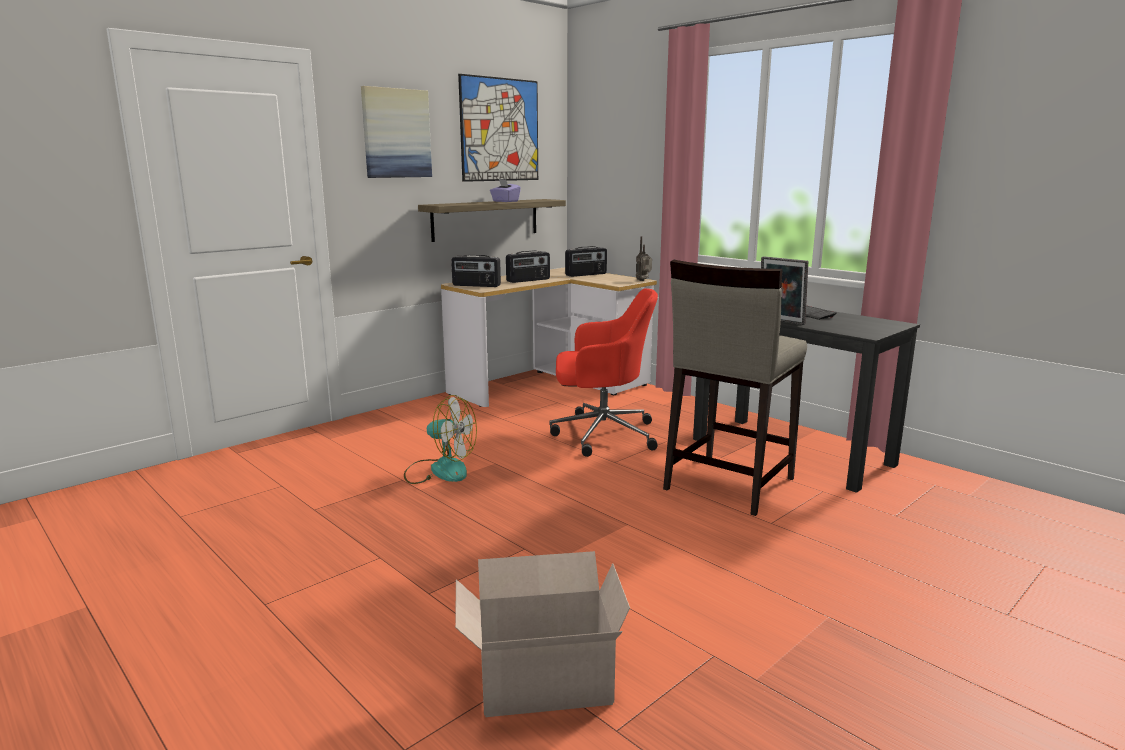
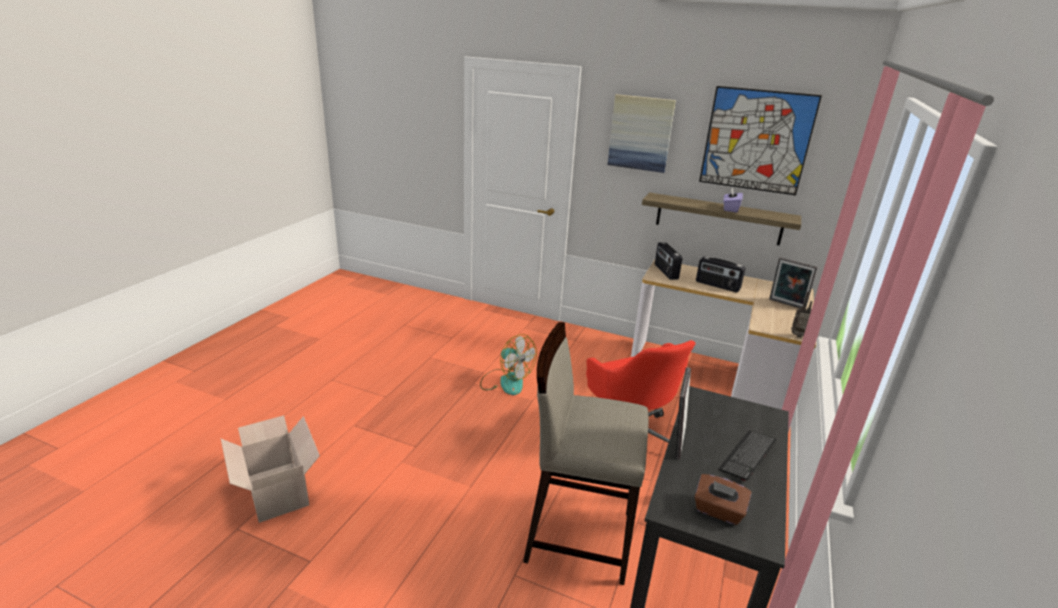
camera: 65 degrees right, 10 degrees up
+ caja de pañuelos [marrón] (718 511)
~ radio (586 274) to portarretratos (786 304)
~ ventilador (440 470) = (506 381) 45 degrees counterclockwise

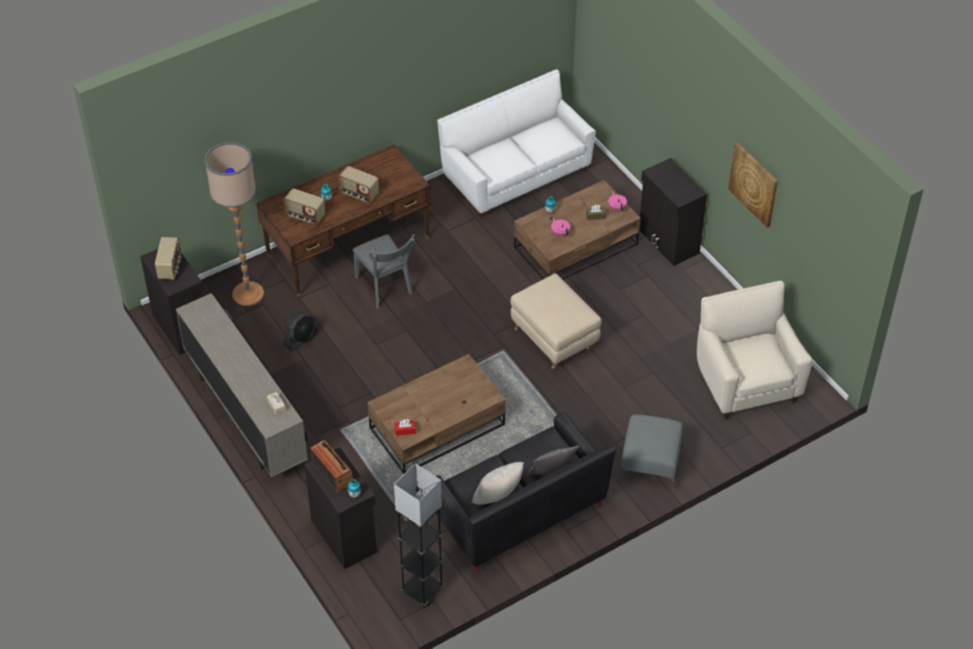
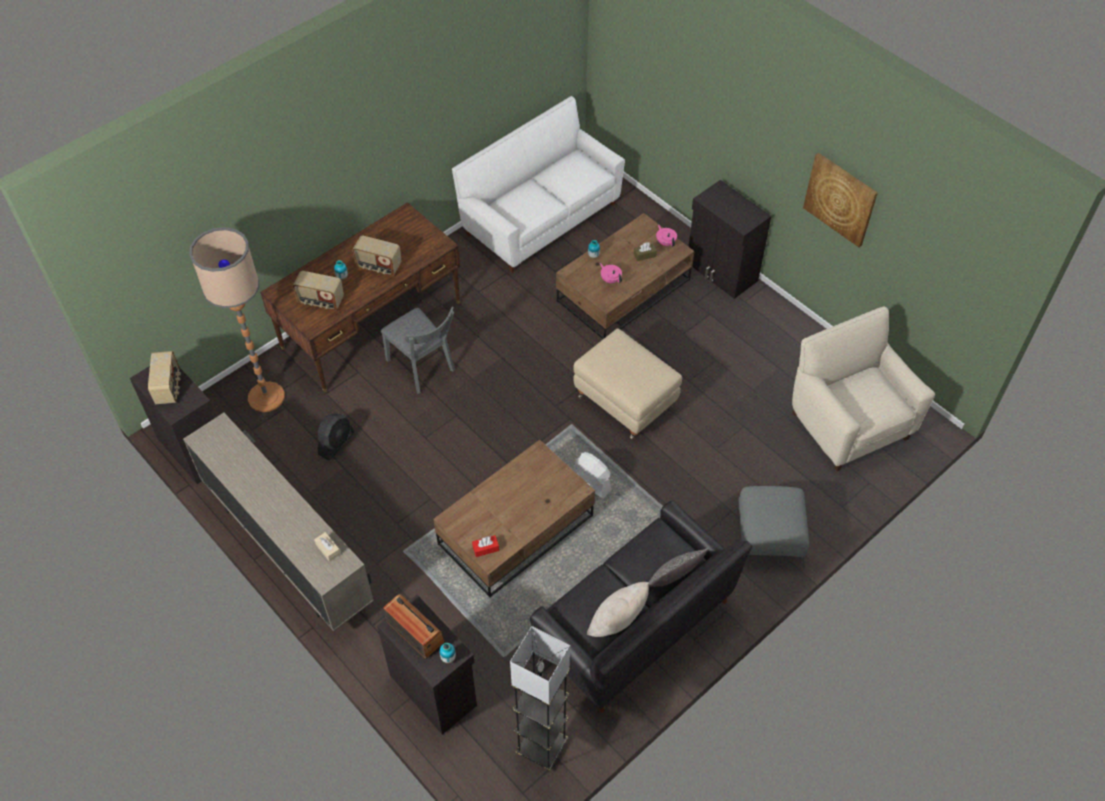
camera: 10 degrees left, 5 degrees up
+ ventilador [blanco] (590 482)

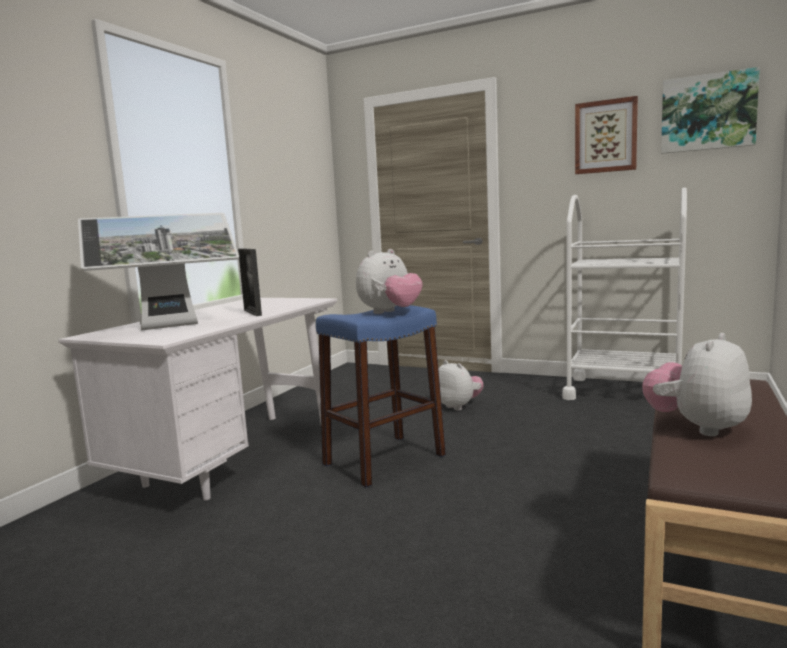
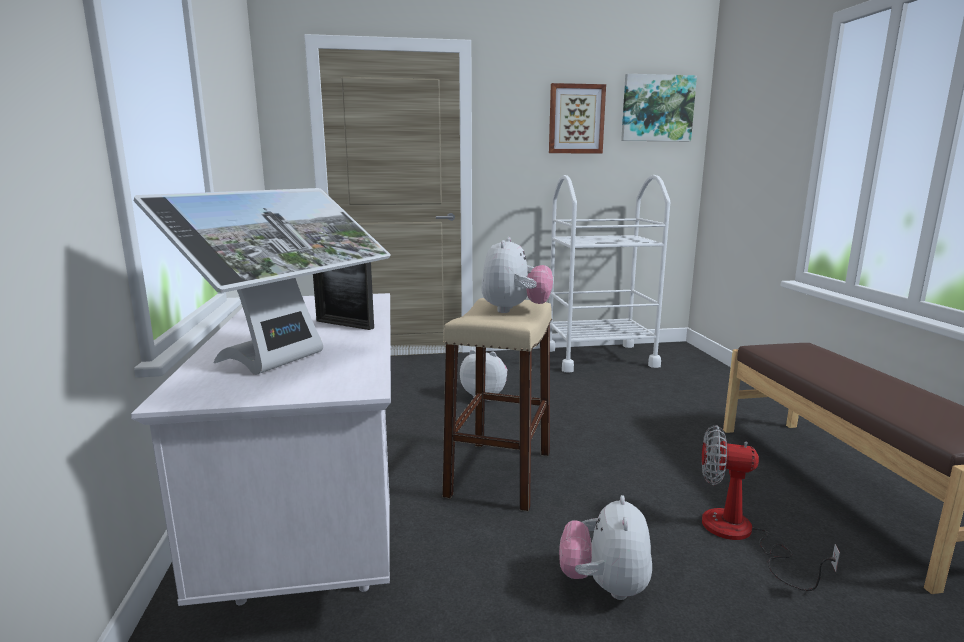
camera: 35 degrees left, 5 degrees up
+ ventilador (740 536)
~ peluche (697 427) to (604 586)
~ taburete [azul] (384 460) to taburete [beis] (499 474)

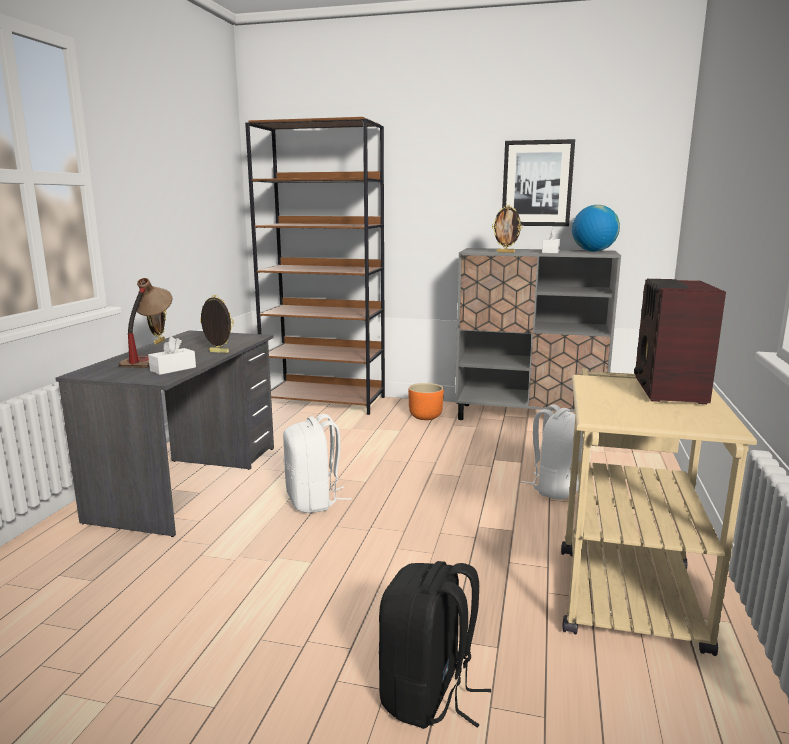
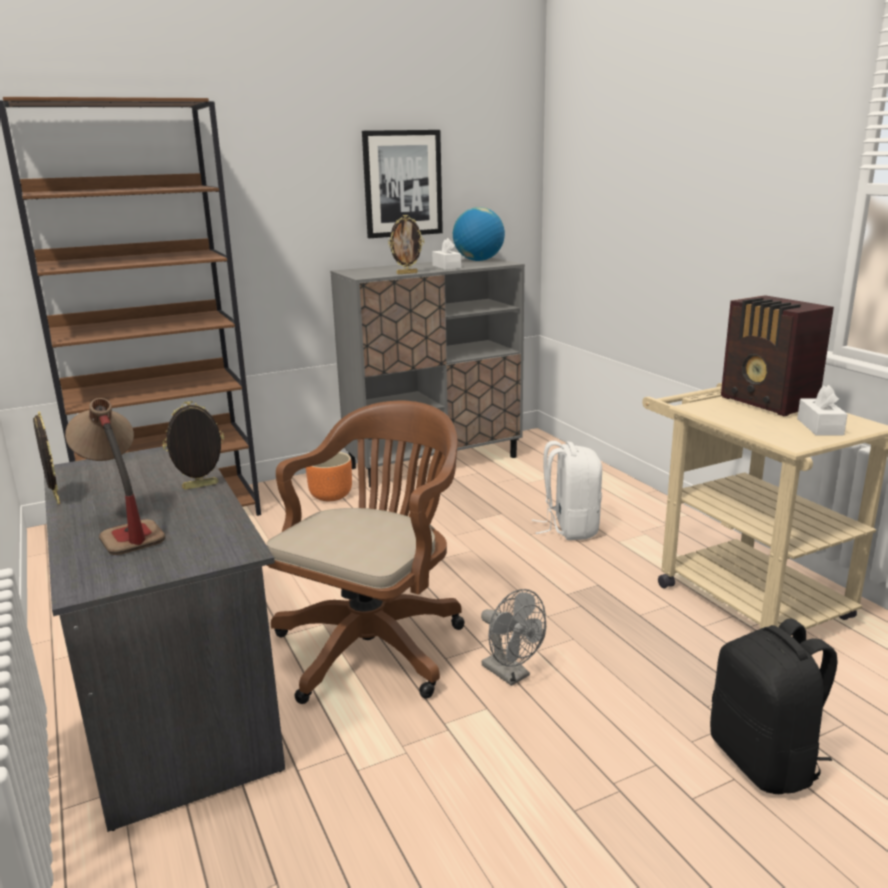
camera: 40 degrees left, 5 degrees up
+ ventilador [gris] (511 674)
~ caja de pañuelos [blanco] (173 369) to (819 427)
~ mochila [blanco] (314 501) to silla de oficina [marrón] (375 643)

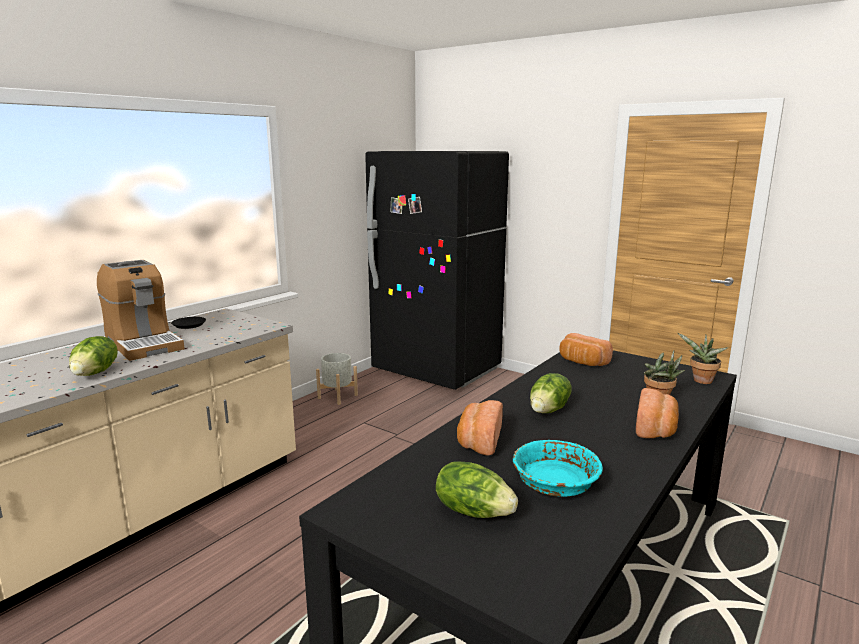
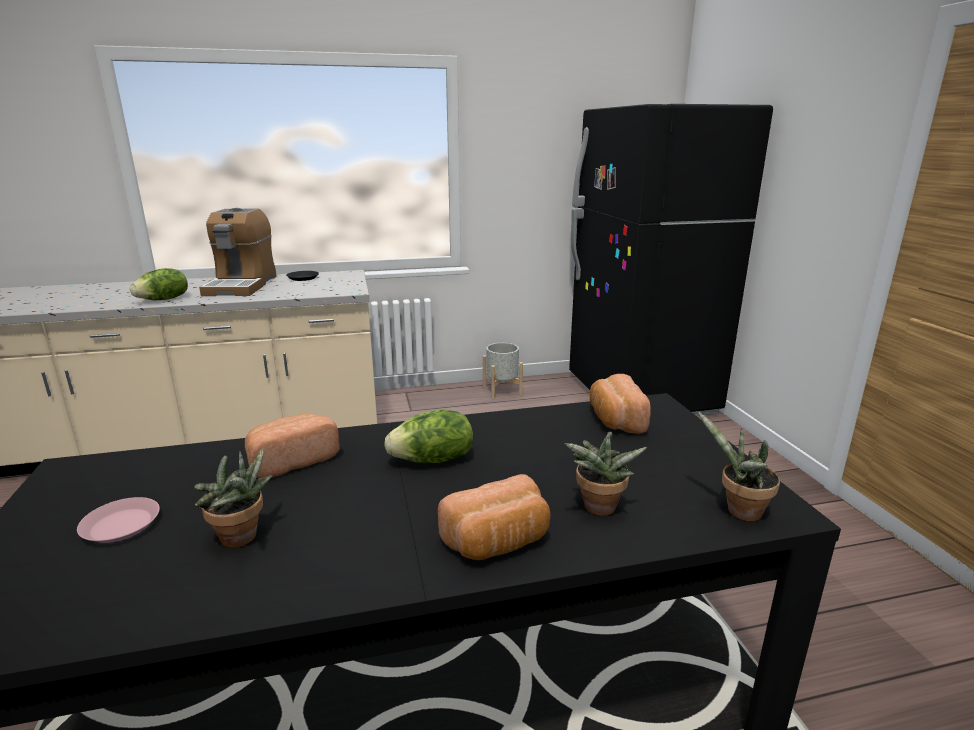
camera: 40 degrees right, 5 degrees up
~ lechuga (473 511) to plato [rosa] (121 525)
~ cuenco [turquesa] (554 482) to planta en maceta (242 539)

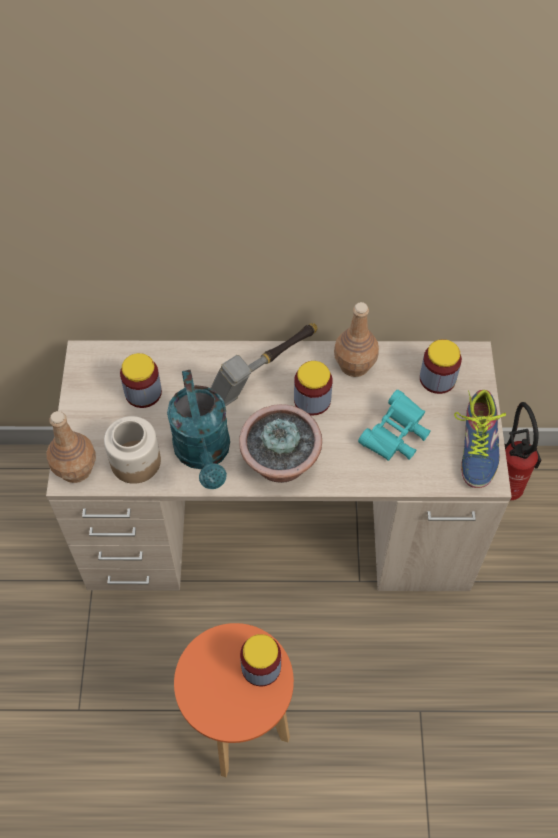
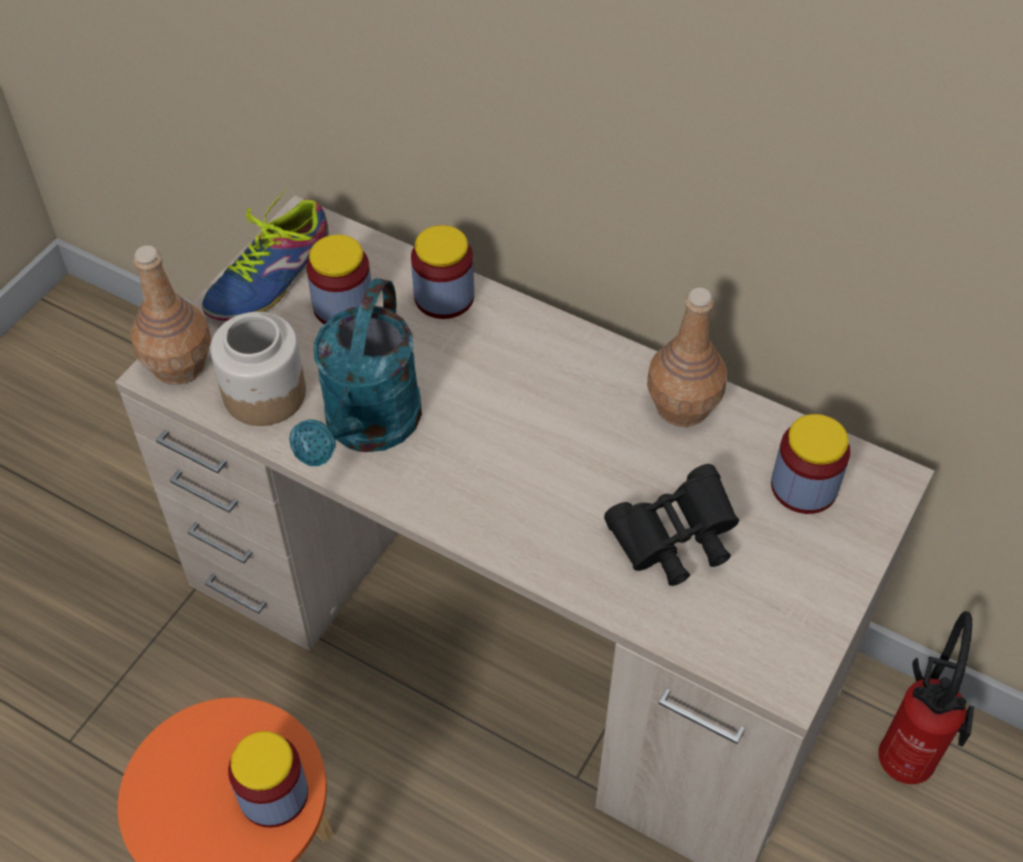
camera: 30 degrees right, 5 degrees down
- martillo (264 374)
- planta en maceta (280 465)
~ tarro (312 400) to (444 297)
~ zapato (478 446) to (271 278)
~ prismáticos [turquesa] (395 436) to prismáticos [negro] (674 541)

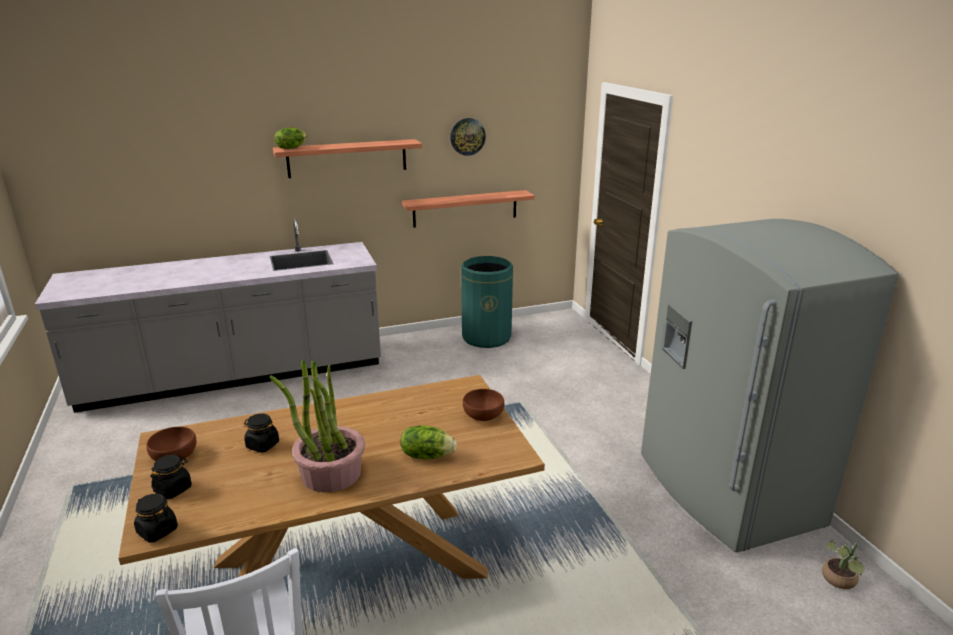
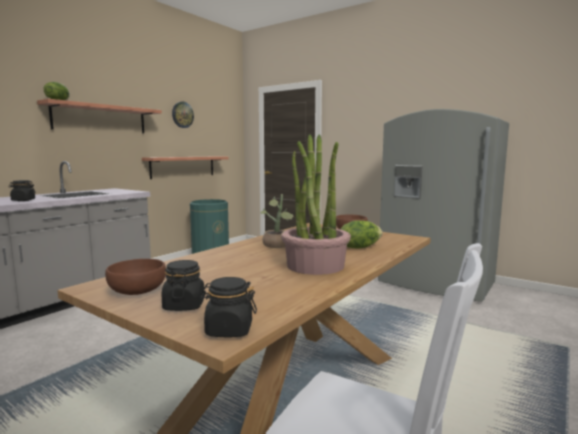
camera: 35 degrees left, 15 degrees down
~ tarro [negro] (262 445) to (23 200)
~ planta en maceta (839 582) to (278 246)

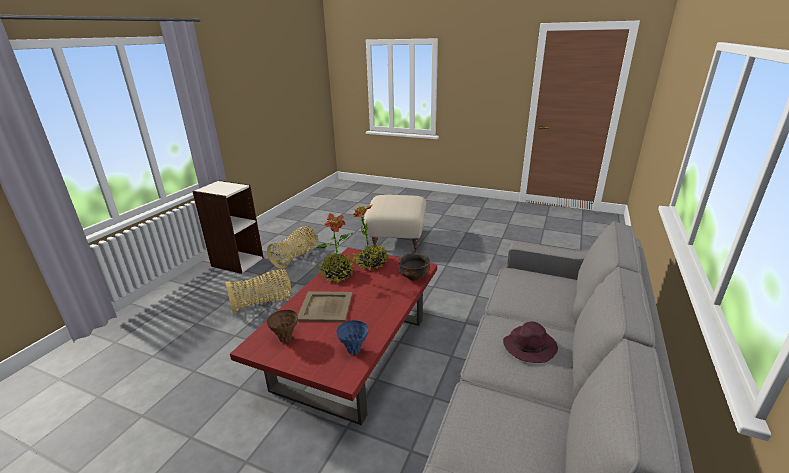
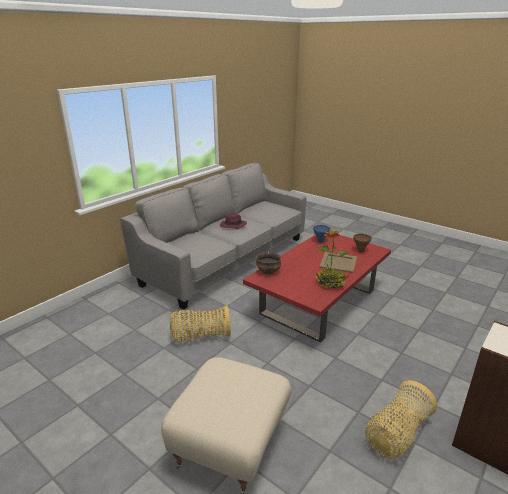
camera: 165 degrees left, 0 degrees up
- planta en maceta (371 263)
~ cesta (262 302) to (200 336)

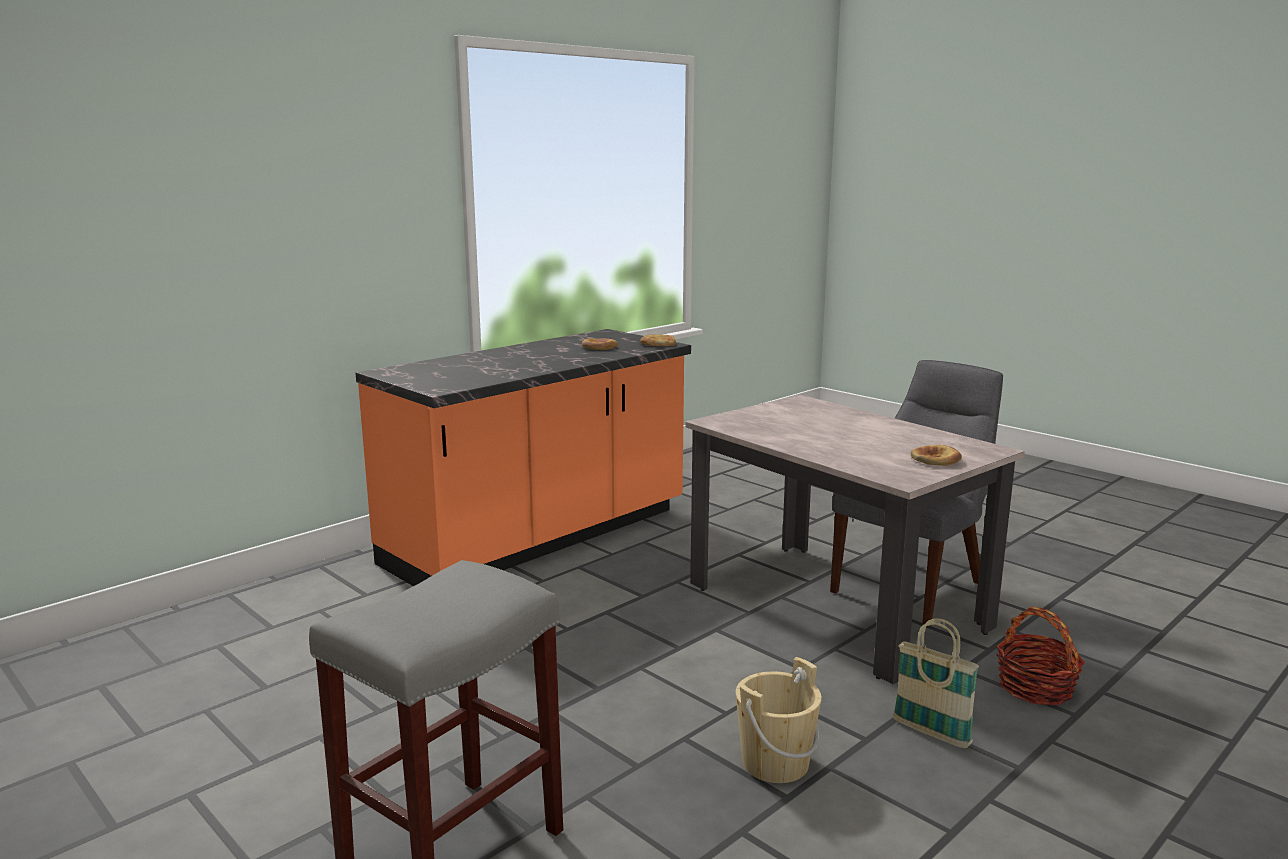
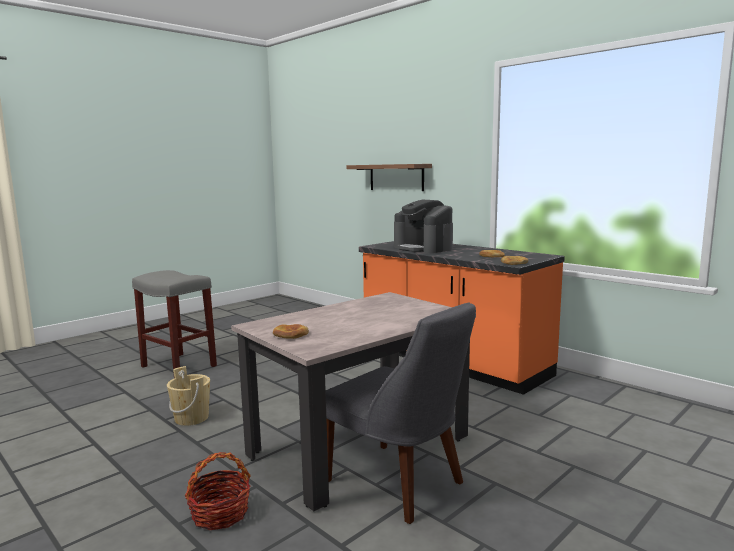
camera: 90 degrees right, 5 degrees down
- cesta (931 733)
+ estante (396 177)
+ cafetera (423 248)

